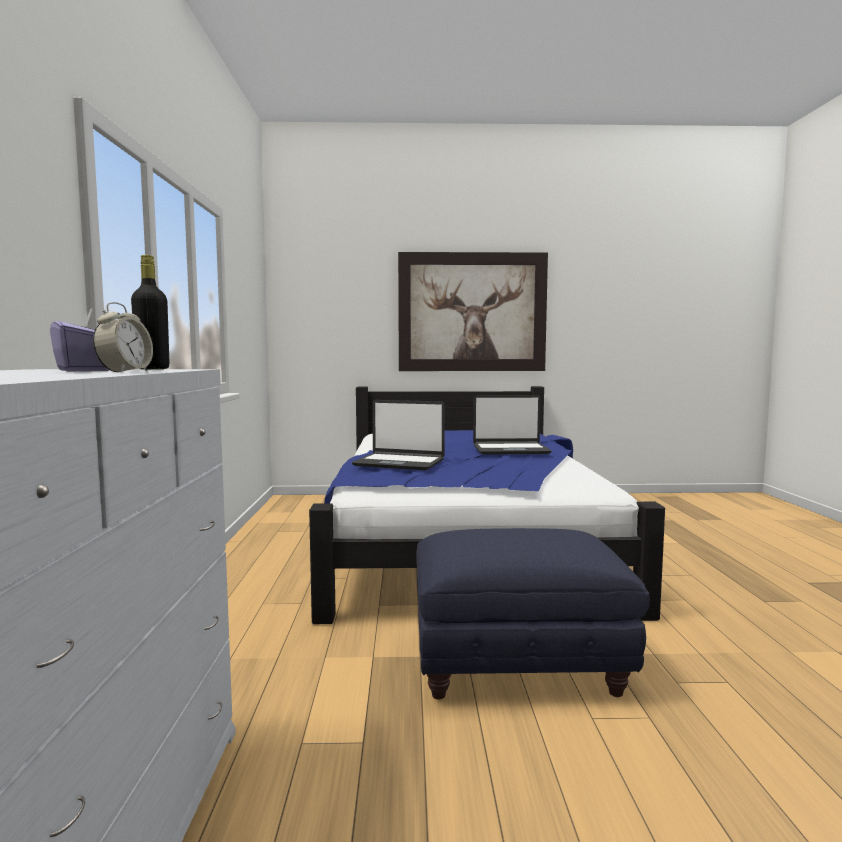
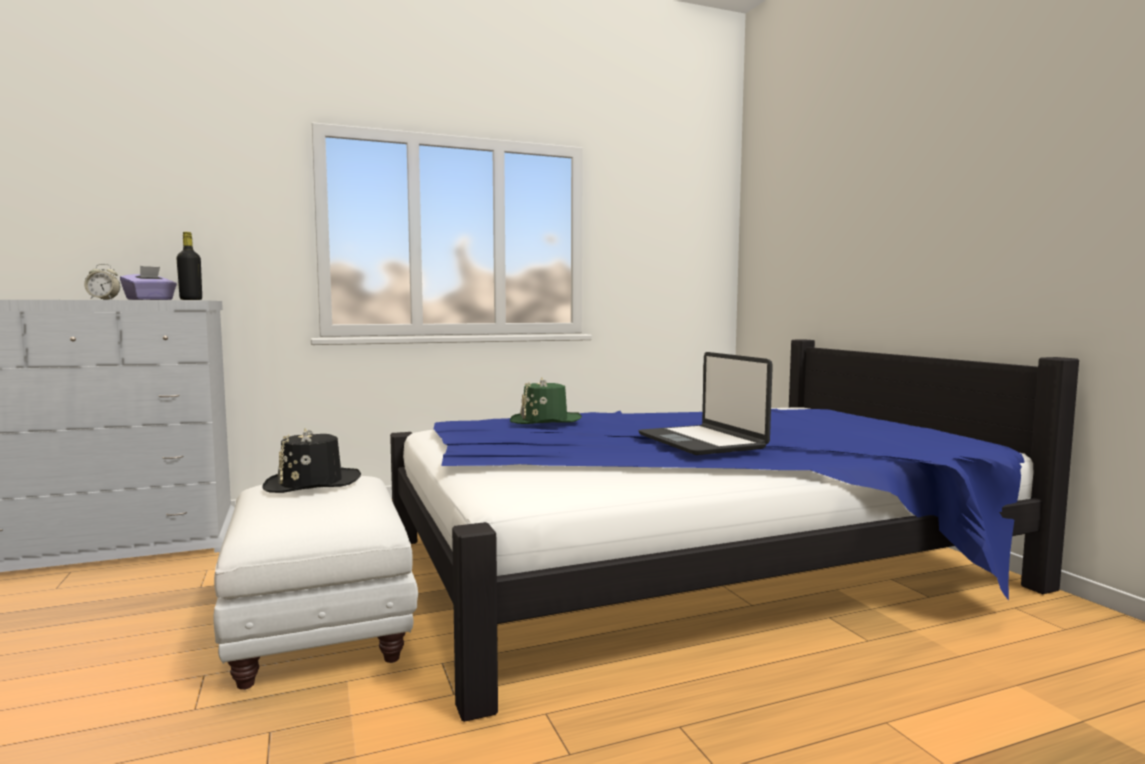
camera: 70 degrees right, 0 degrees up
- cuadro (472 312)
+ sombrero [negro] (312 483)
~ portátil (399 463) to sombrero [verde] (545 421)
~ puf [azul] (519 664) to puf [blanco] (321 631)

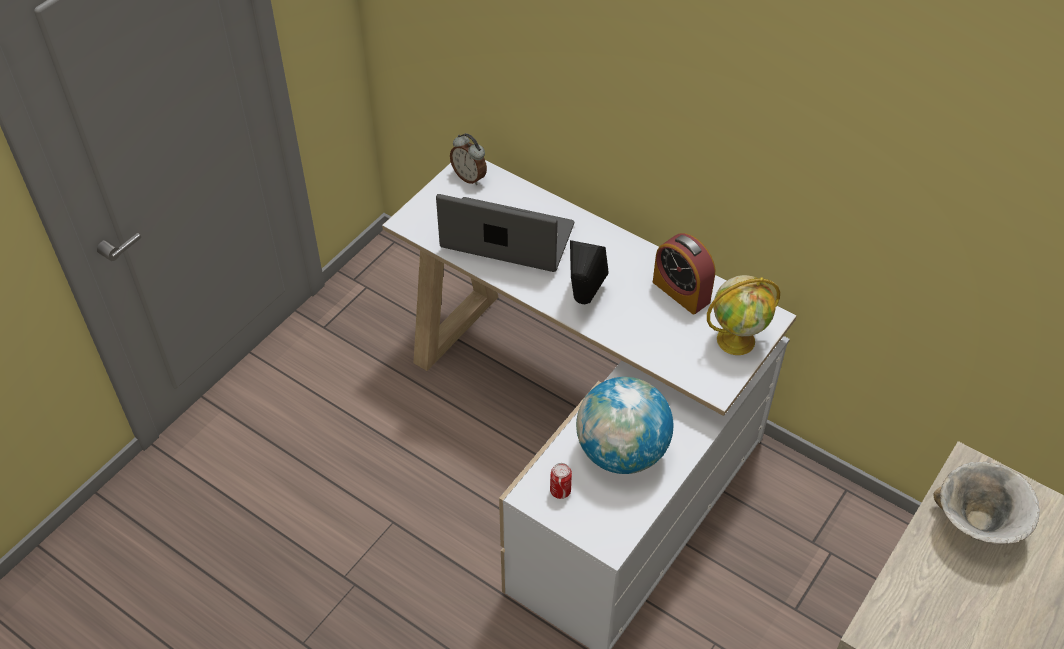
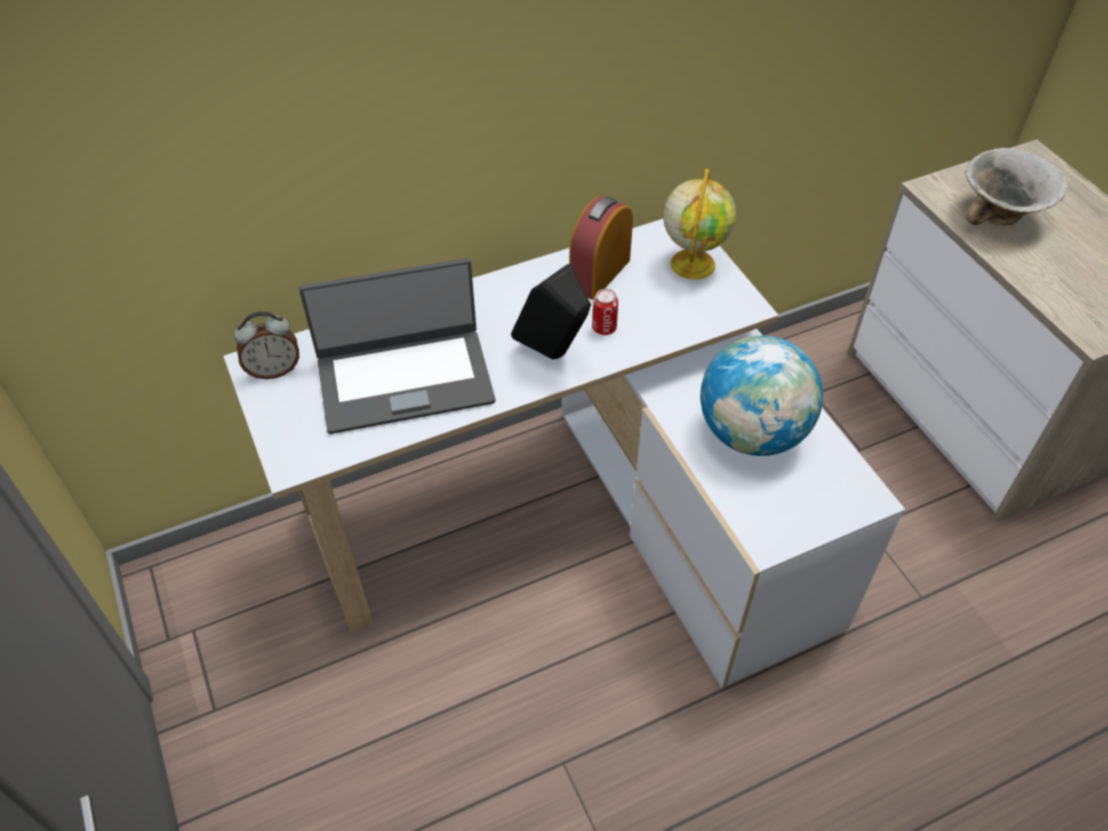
camera: 60 degrees left, 0 degrees up
~ lata (560 491) to (604 328)
~ portátil (507 238) = (404 379) 150 degrees counterclockwise
~ despertador (681 292) = (599 273) 135 degrees clockwise

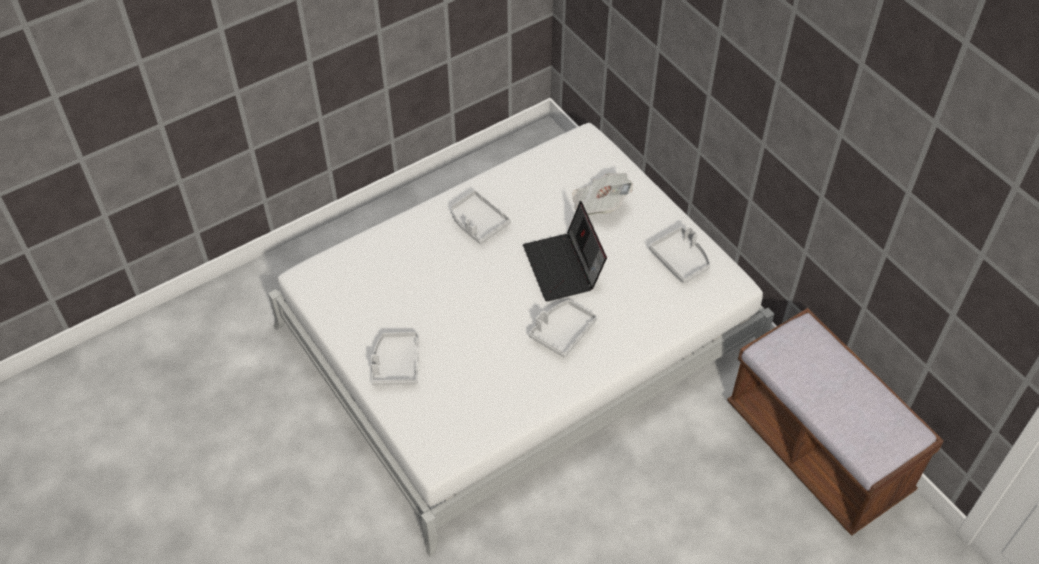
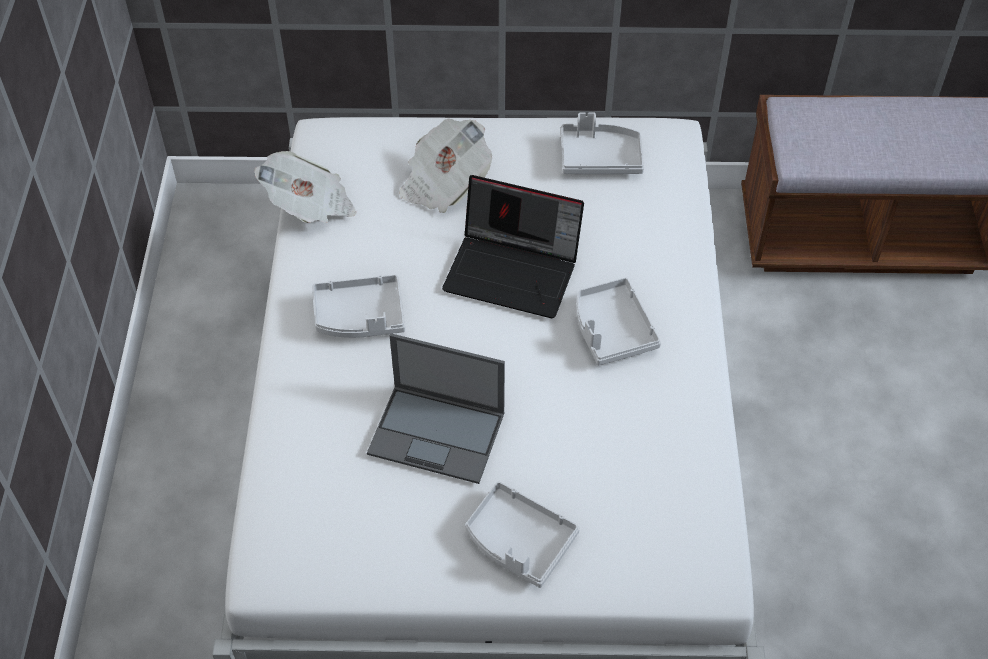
camera: 55 degrees left, 0 degrees up
+ periódico (310 206)
+ portátil (438 433)

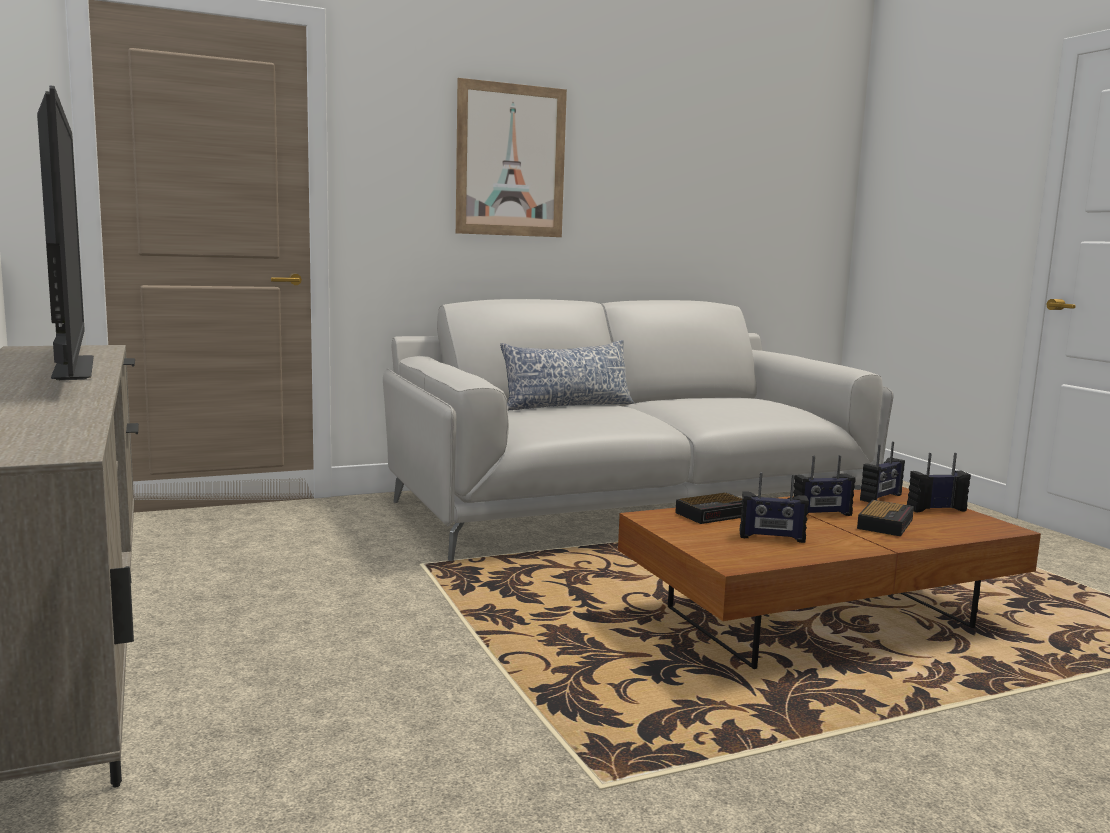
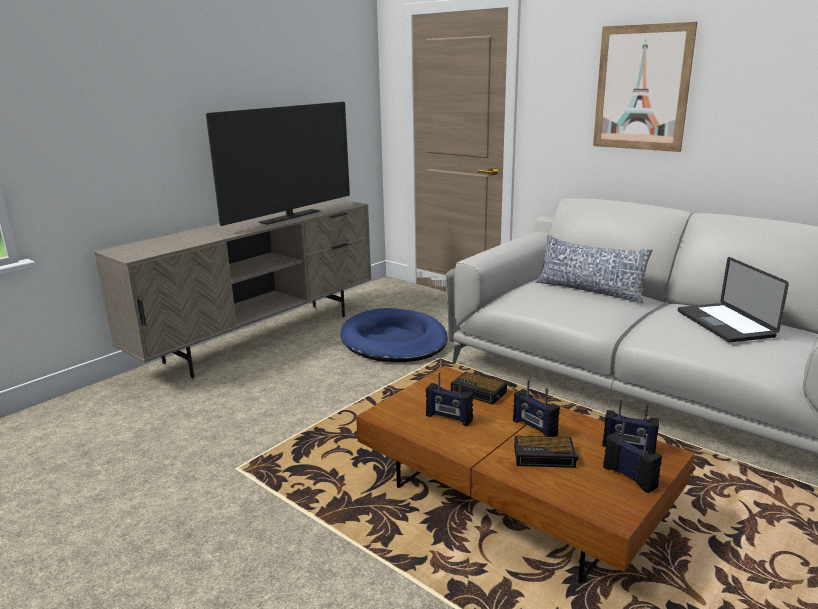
camera: 65 degrees right, 10 degrees up
+ cama para perro [azul] (394 341)
+ portátil (724 324)
~ radio (772 538) = (449 418) 45 degrees counterclockwise

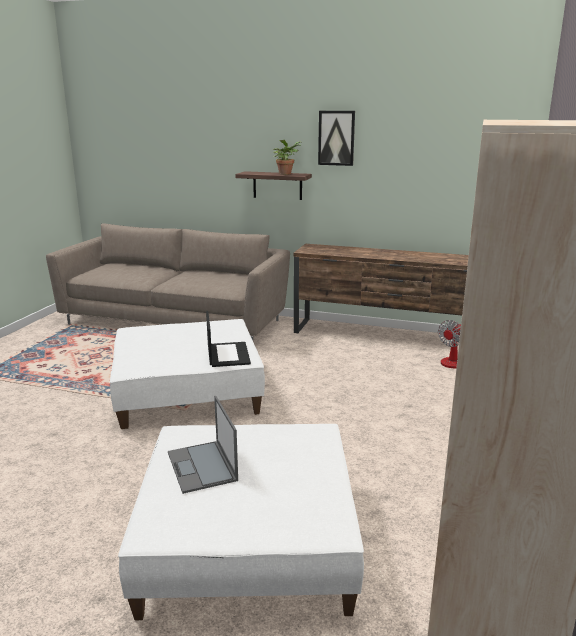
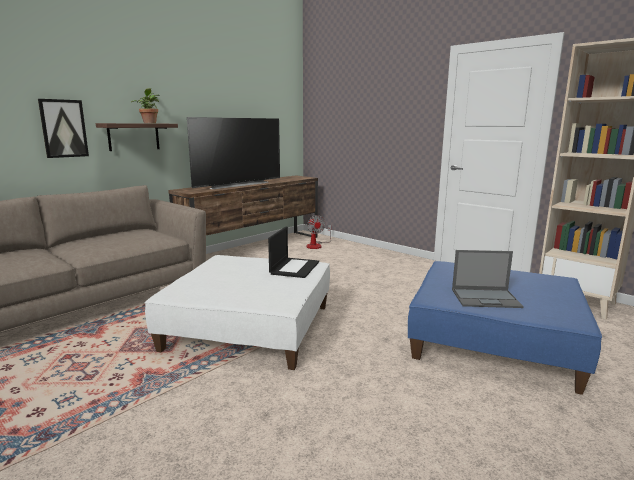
camera: 65 degrees left, 5 degrees down
+ televisor (237 184)
~ cuadro (336 138) to (63 128)
~ puf [blanco] (249 541) to puf [azul] (495 340)
~ portátil (227 354) = (294 267) 90 degrees clockwise

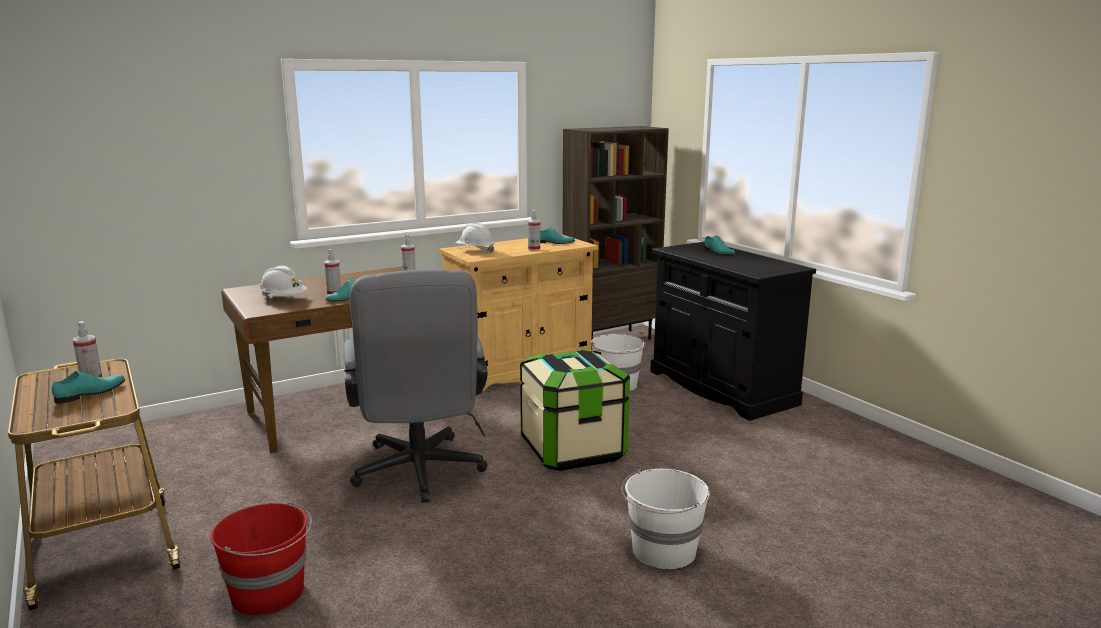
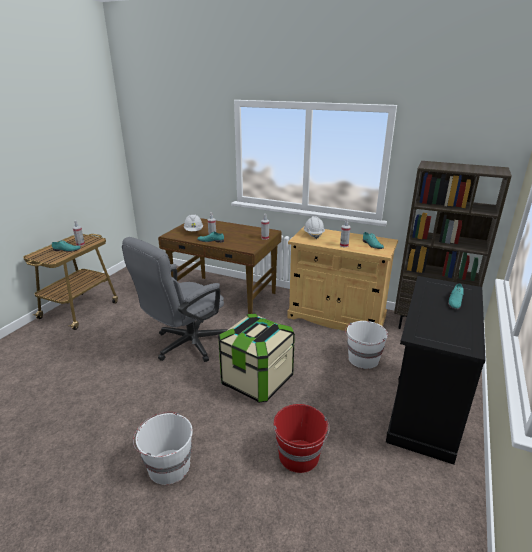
camera: 55 degrees right, 10 degrees up
~ cubo [rojo] (269 593) to (299 456)

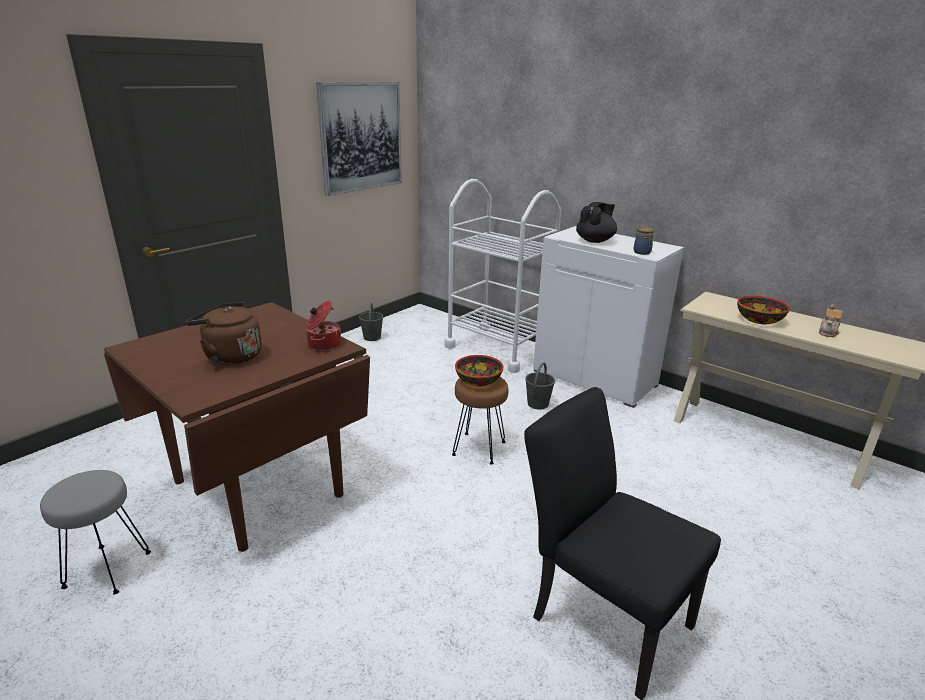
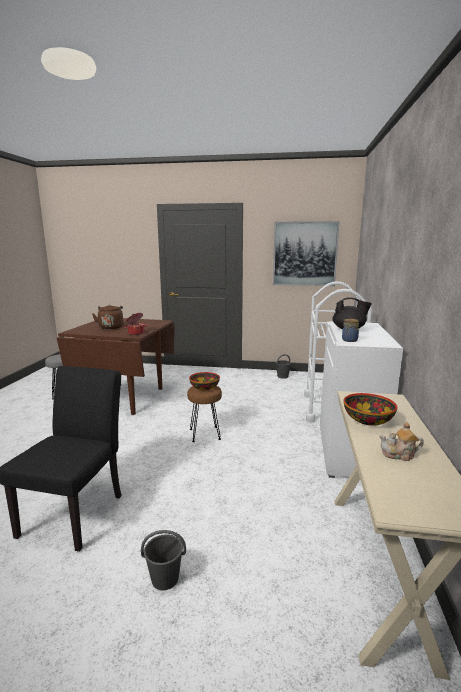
camera: 60 degrees right, 10 degrees down
~ cubo [gris] (537 404) to (164 578)

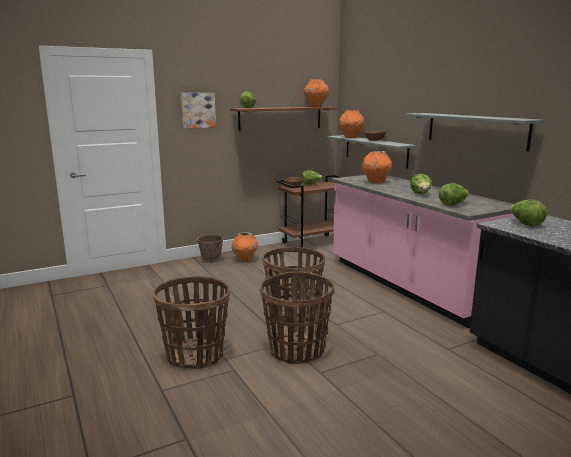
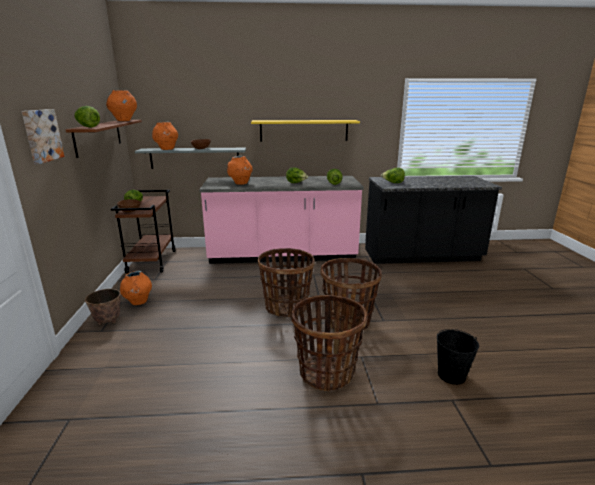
camera: 65 degrees left, 5 degrees up
+ cubo [negro] (451 375)
~ estante [gris] (475 130) to estante [amarillo] (304 130)

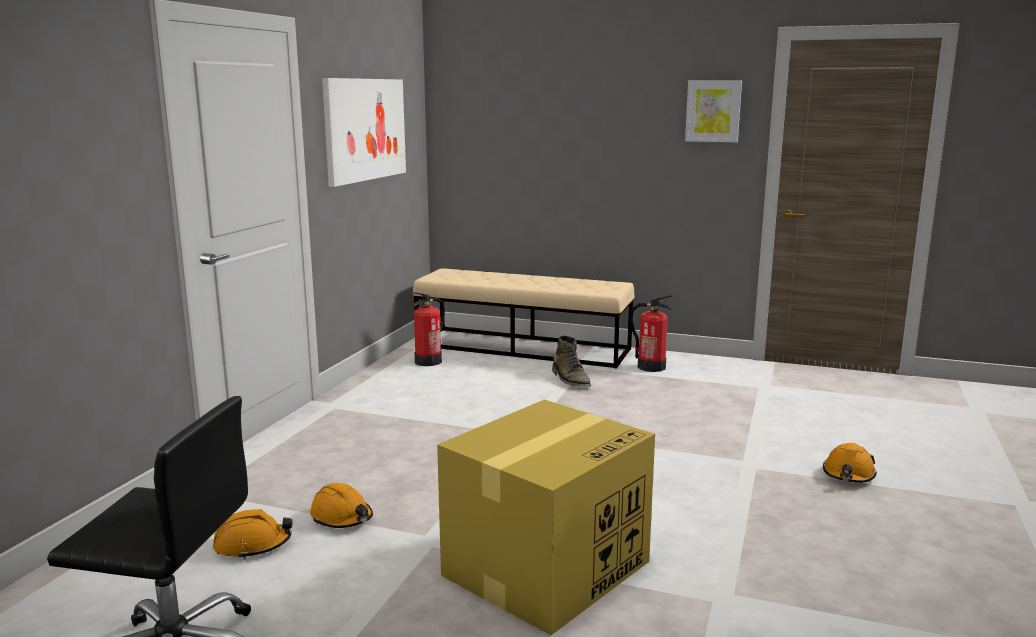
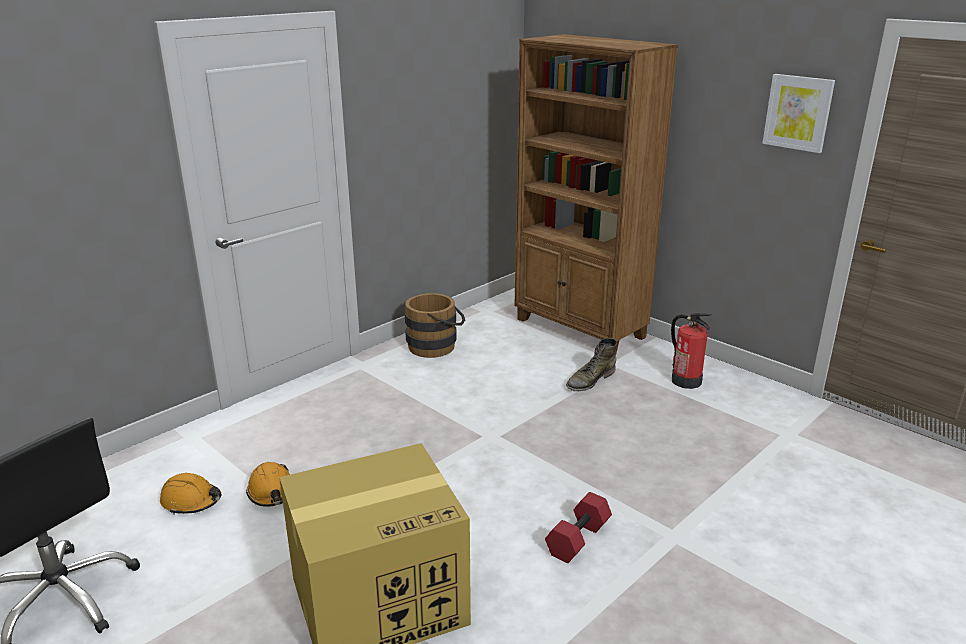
camera: 25 degrees right, 10 degrees up
- cuadro (365 129)
- extintor (429 361)
- casco [naranja] (848 474)
+ cubo [marrón] (436 346)
+ mancuerna [rojo] (578 540)
~ banco [beis] (523 347) to estantería [marrón] (580 329)
~ bota [verde] (570 379) = (590 380) 45 degrees clockwise

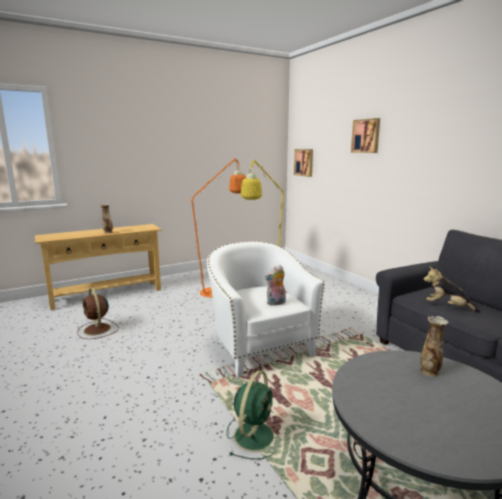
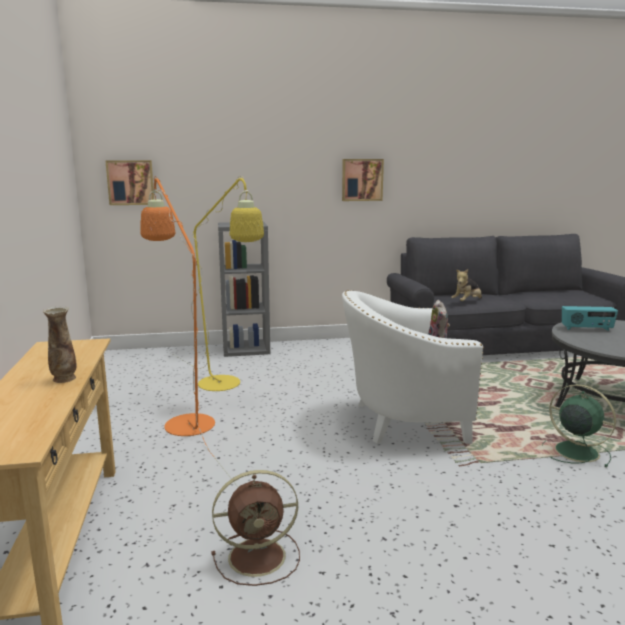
camera: 70 degrees left, 0 degrees up
+ estantería [gris] (246 349)
~ cuadro (366 136) to (362 179)
~ florero (429 372) to radio (587 329)

